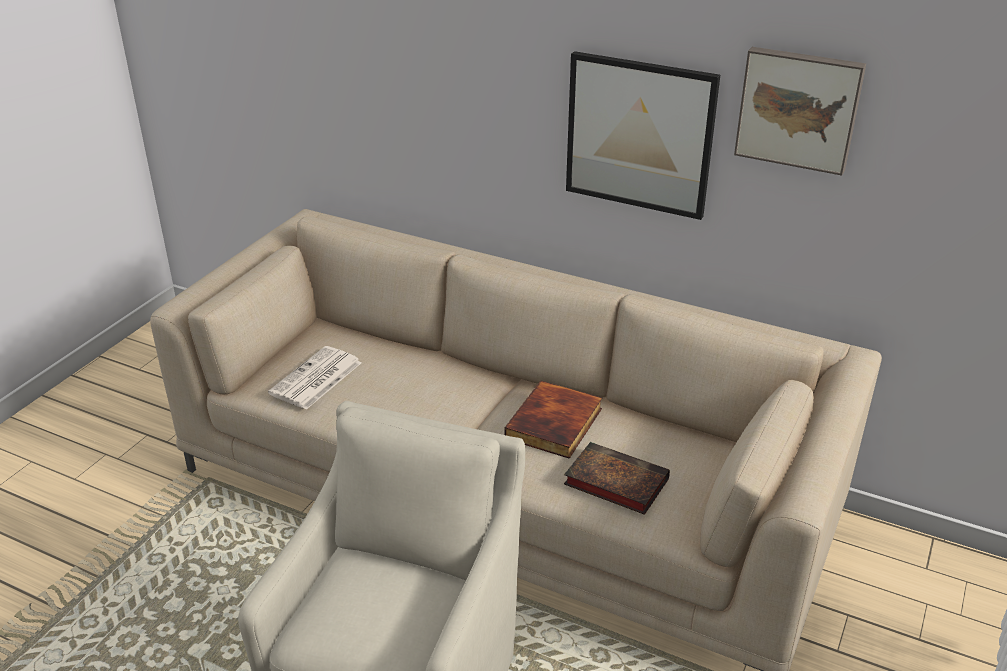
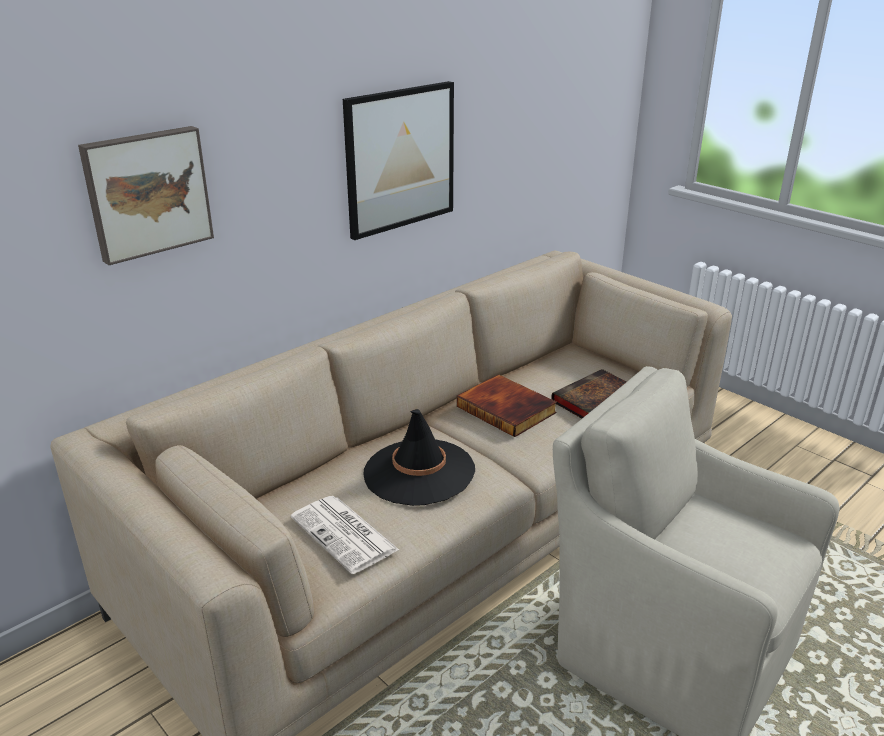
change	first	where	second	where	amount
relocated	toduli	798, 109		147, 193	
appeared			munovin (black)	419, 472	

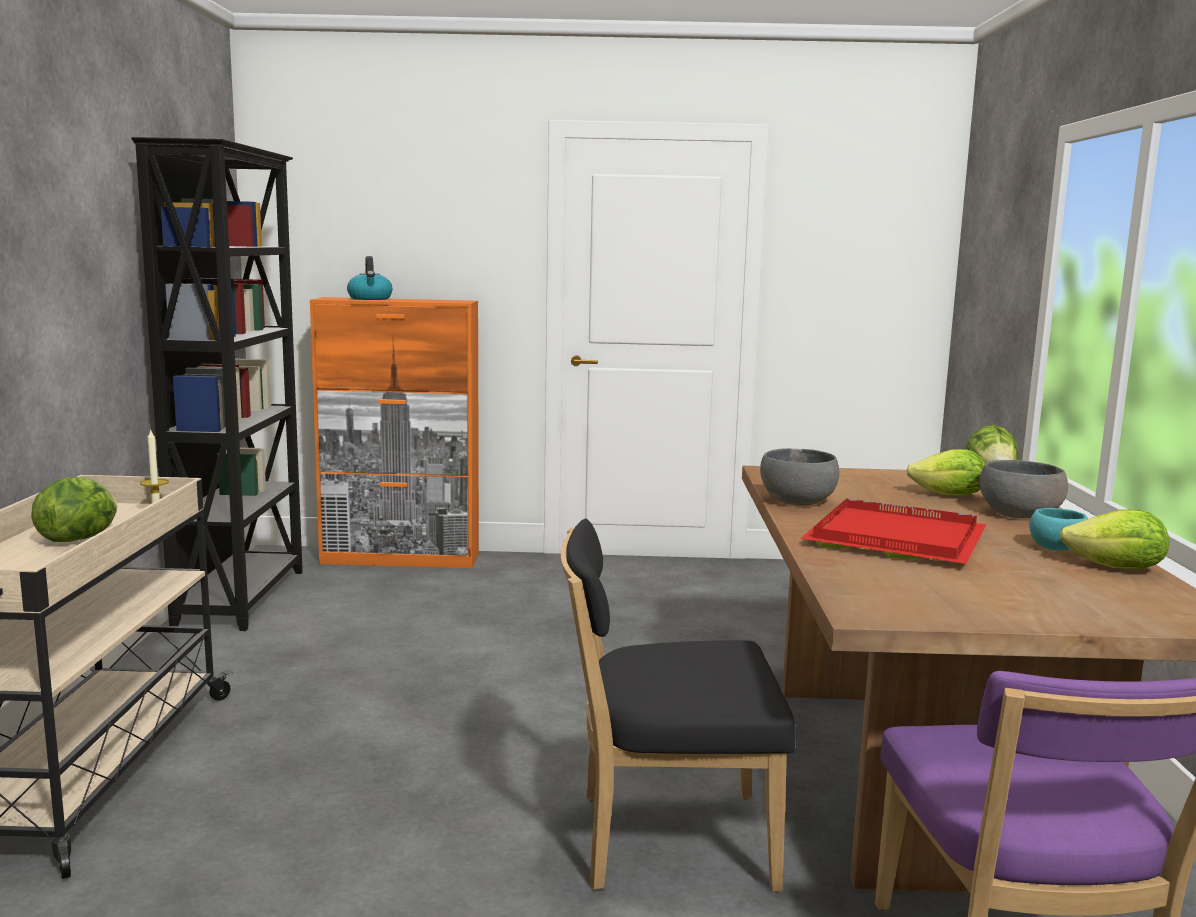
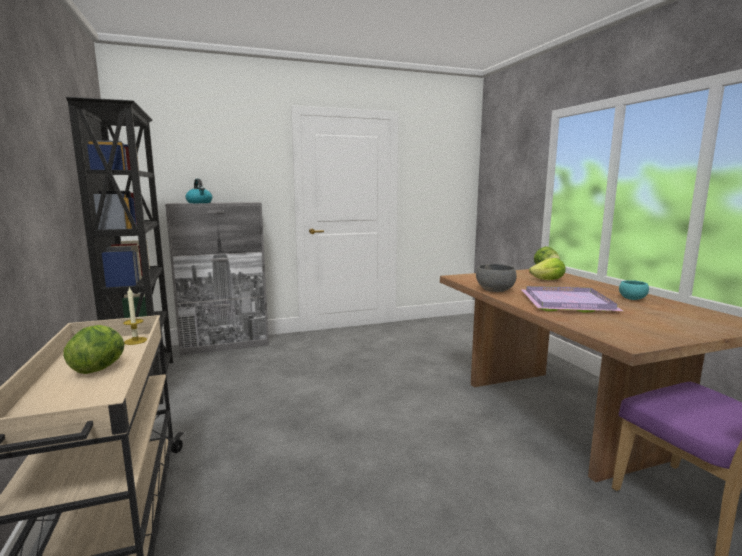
change	first	where	second	where	amount
colour	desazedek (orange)	401, 559	desazedek (grey)	226, 345	
missing	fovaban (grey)	1020, 514			
colour	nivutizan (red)	892, 538	nivutizan (purple)	566, 303	
missing	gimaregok	1116, 569			
missing	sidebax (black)	664, 840			

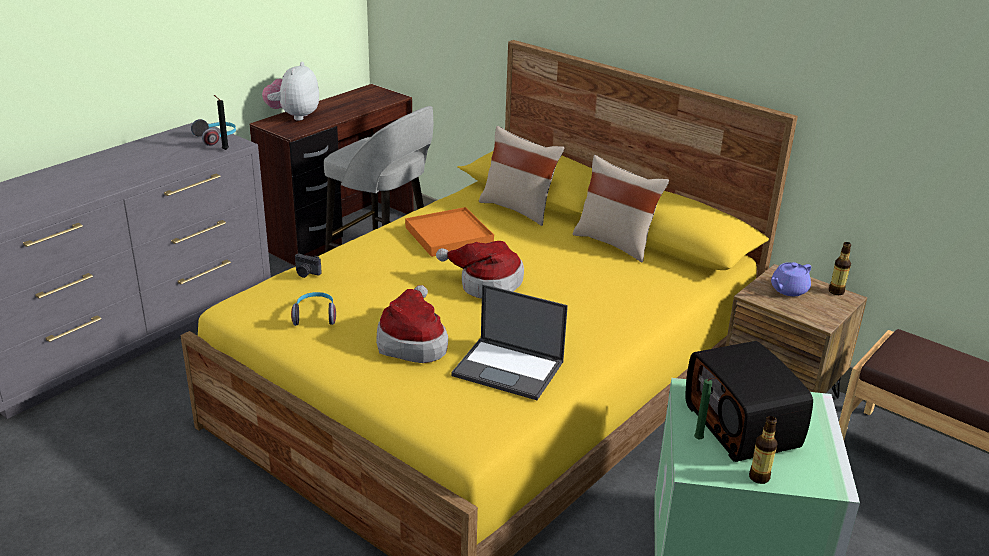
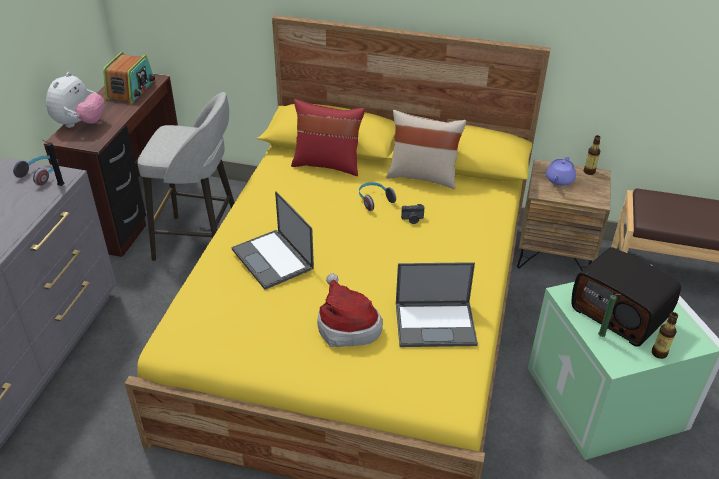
change	first	where	second	where	amount
spun	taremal	294, 116		80, 124	150 degrees counterclockwise
colour	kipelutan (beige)	518, 209	kipelutan (red)	327, 164	
missing	nivutizan (orange)	448, 235			
missing	munovin	486, 284			
relocated	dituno	306, 273		412, 219	
relocated	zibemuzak	315, 316		374, 200	
appeared			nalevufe	131, 90	
appeared			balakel	273, 259	

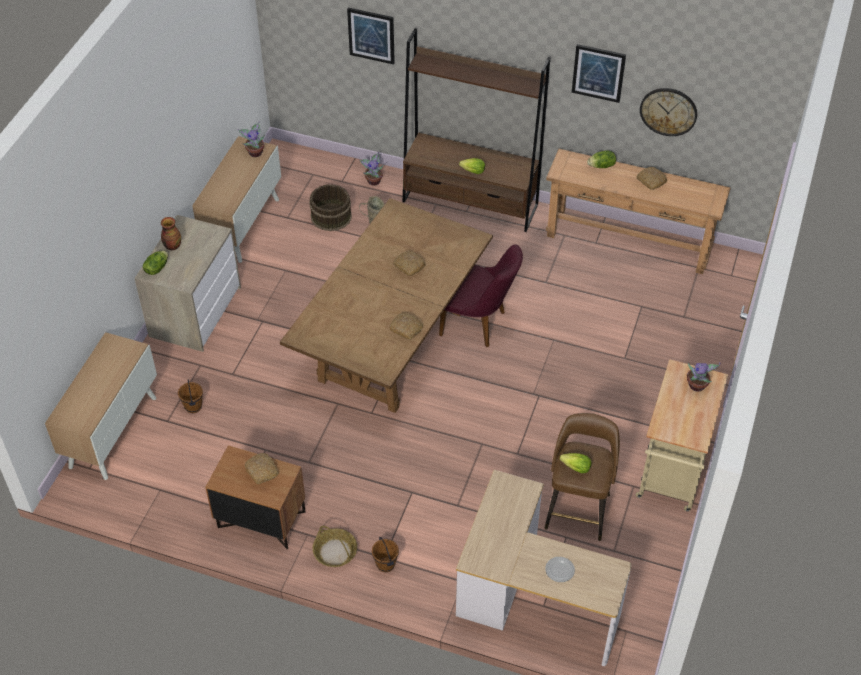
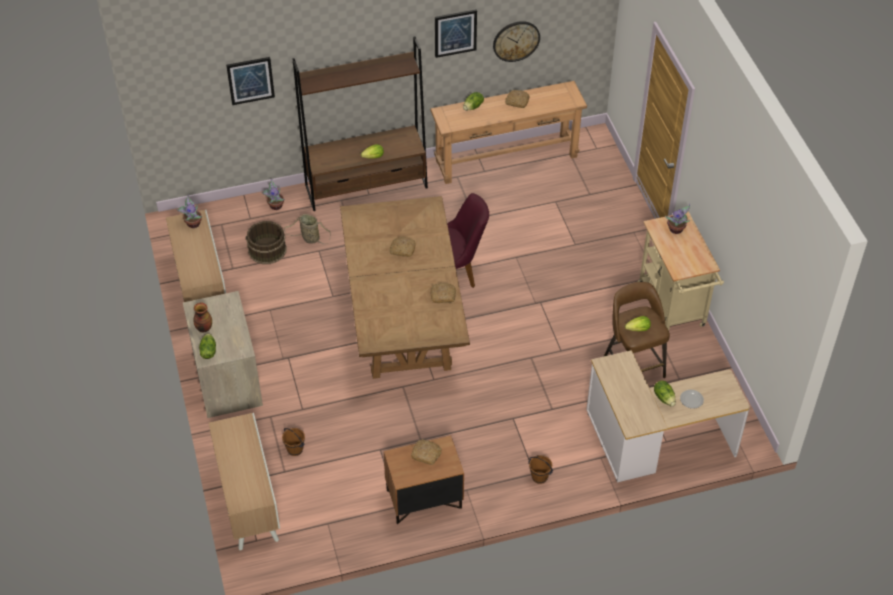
change	first	where	second	where	amount
missing	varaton	335, 552			
appeared			gimaregok	664, 398	

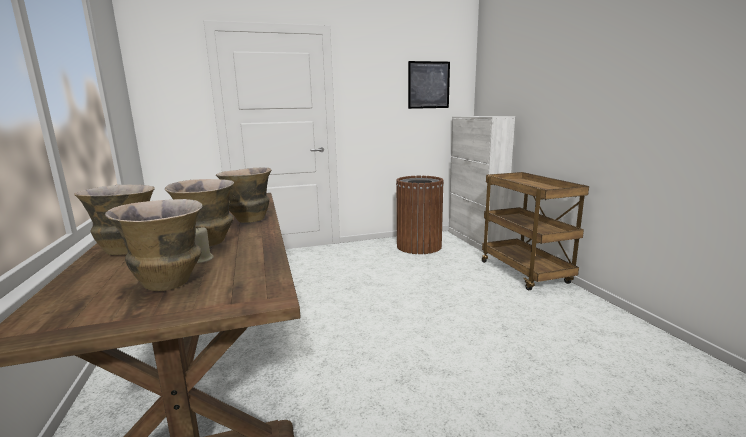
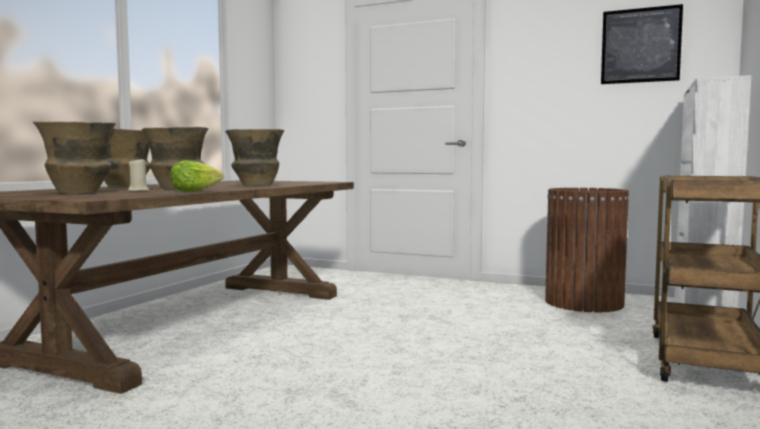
change	first	where	second	where	amount
appeared			gimaregok	195, 191	

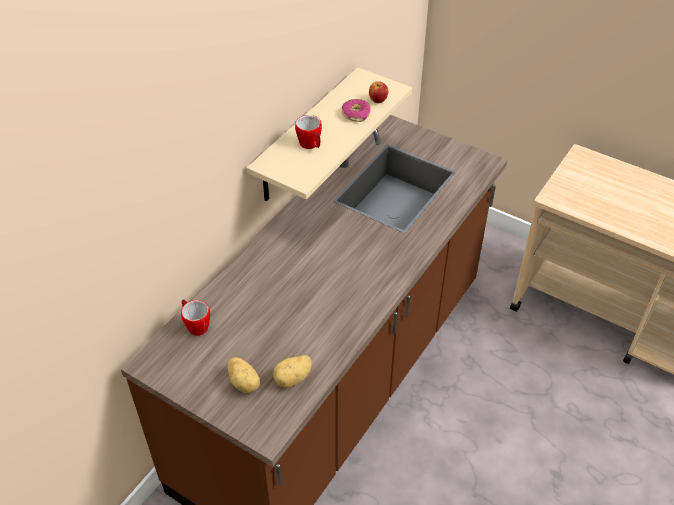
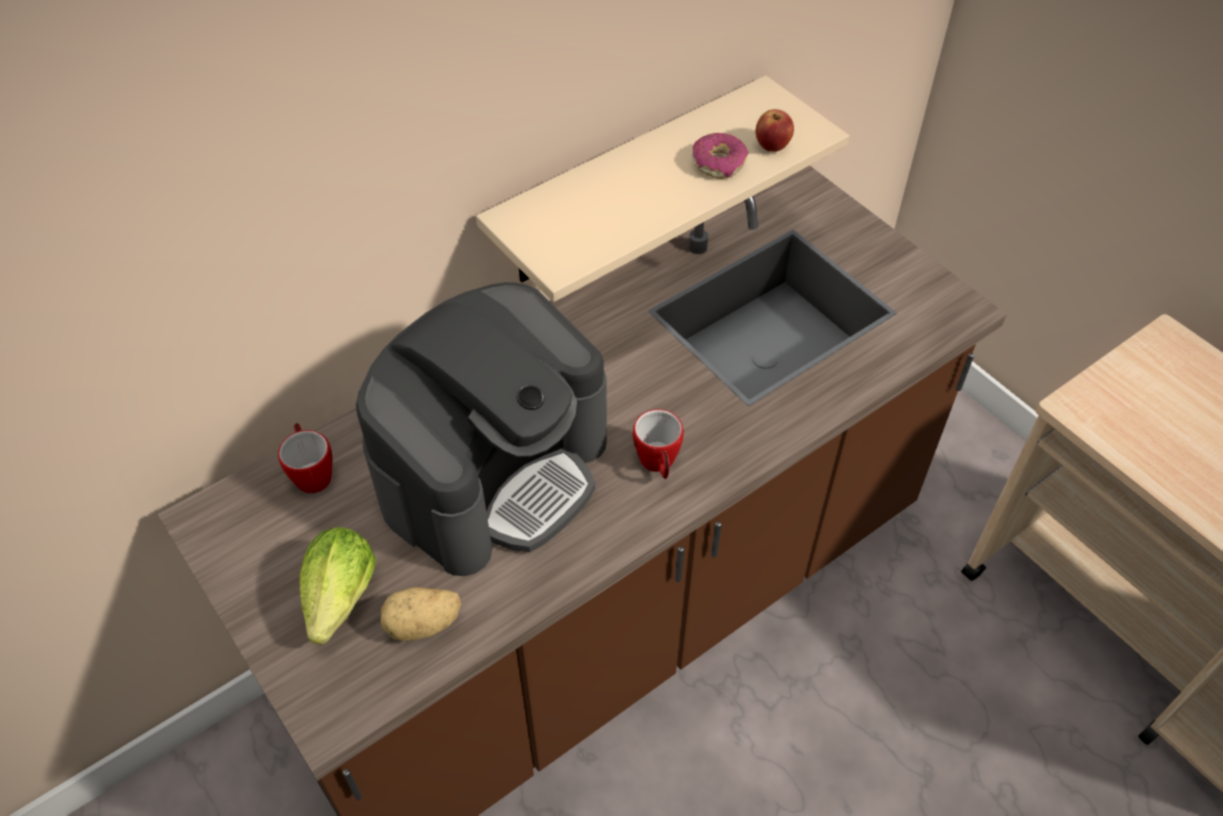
change	first	where	second	where	amount
relocated	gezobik	311, 145		658, 464	
exchanged	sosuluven	244, 382	gimaregok	339, 604	
appeared			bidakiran	494, 471	

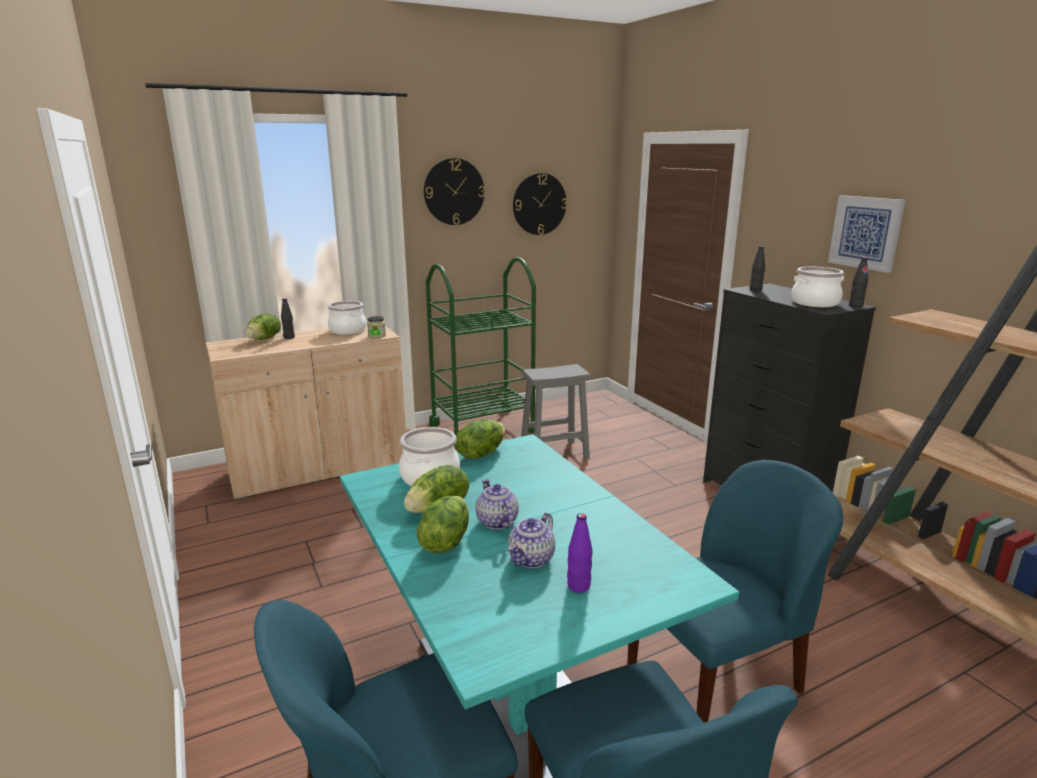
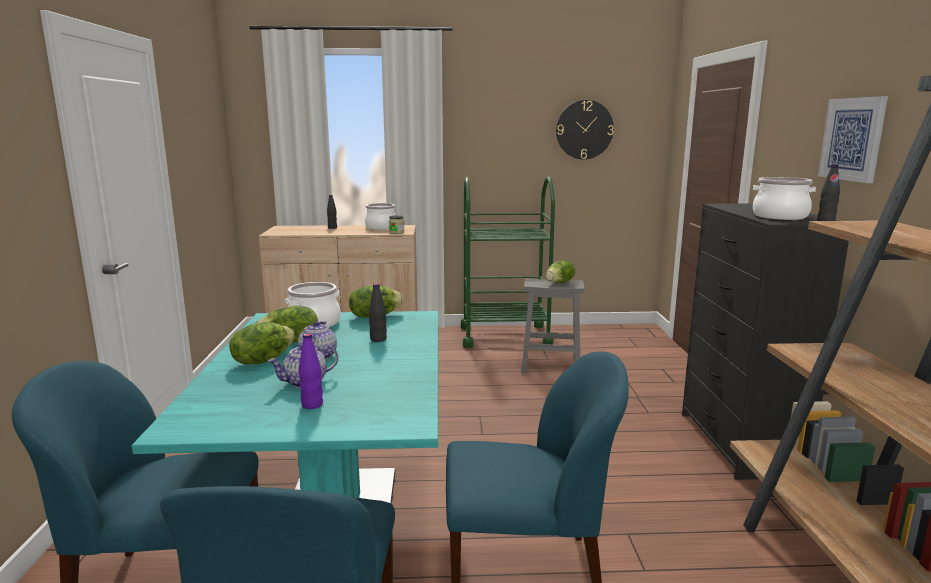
change	first	where	second	where	amount
missing	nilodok	454, 192			
relocated	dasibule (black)	755, 290		378, 339	
relocated	gimaregok	265, 339		560, 283	

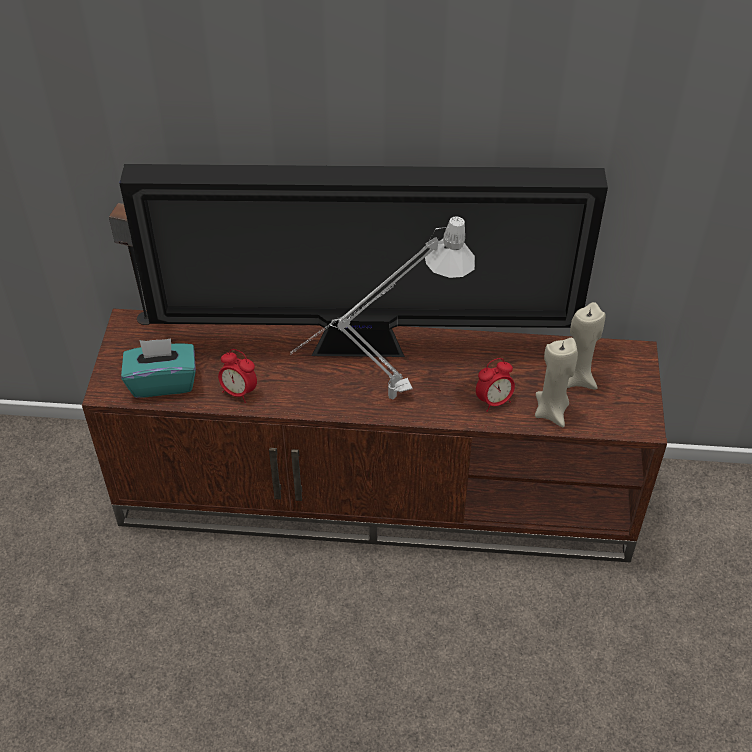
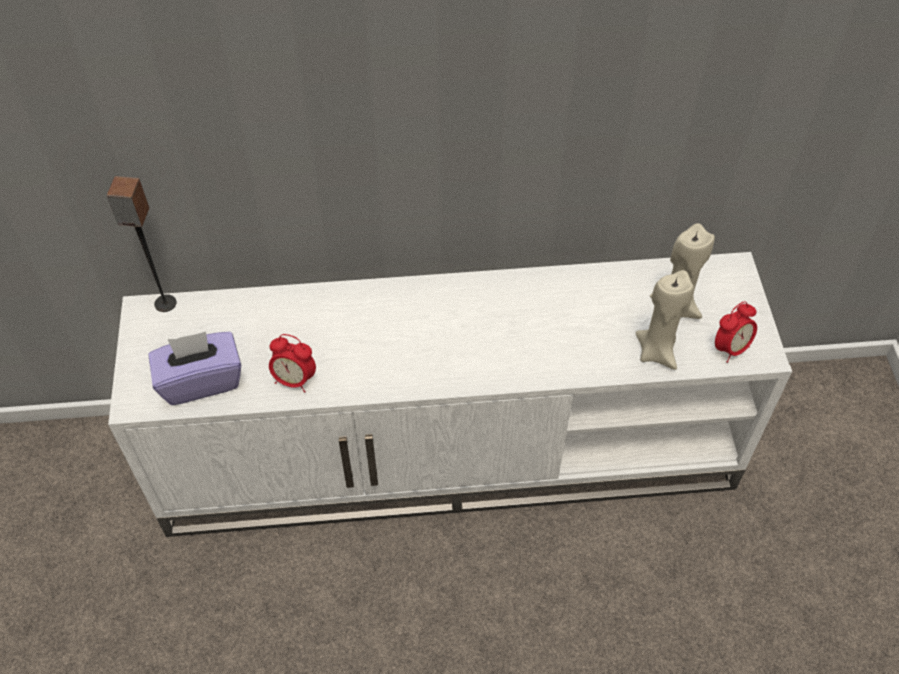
change	first	where	second	where	amount
missing	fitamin	365, 346			
missing	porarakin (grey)	381, 401			
colour	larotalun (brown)	379, 492	larotalun (white)	452, 451	
colour	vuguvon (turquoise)	162, 382	vuguvon (purple)	201, 380	
relocated	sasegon	494, 401		730, 348	

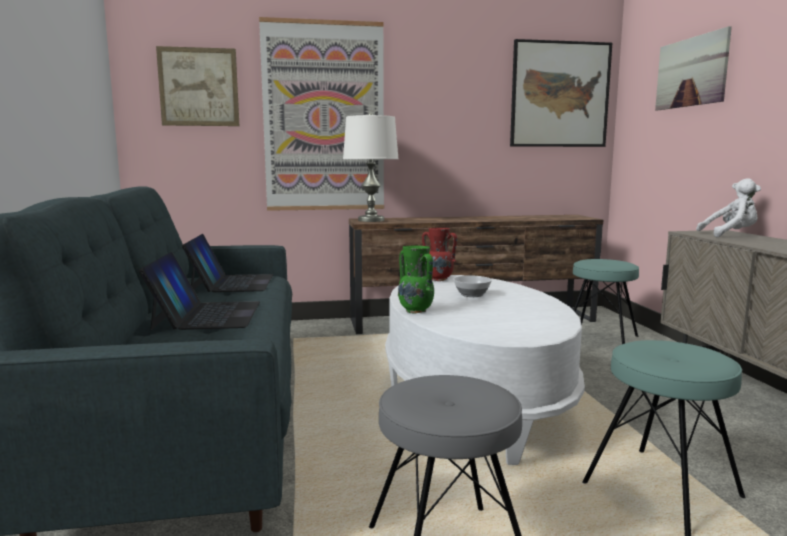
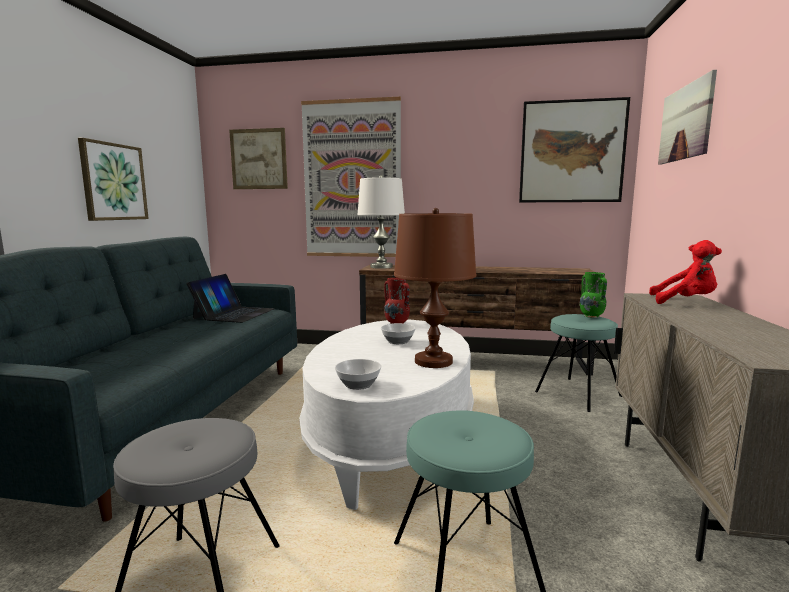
change	first	where	second	where	amount
colour	taremal (white)	730, 235	taremal (red)	685, 302	
relocated	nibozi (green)	415, 311		591, 316	
missing	balakel	207, 315			
appeared			toduli	113, 182	
appeared			porarakin (brown)	433, 361	
appeared			fovaban	358, 384	

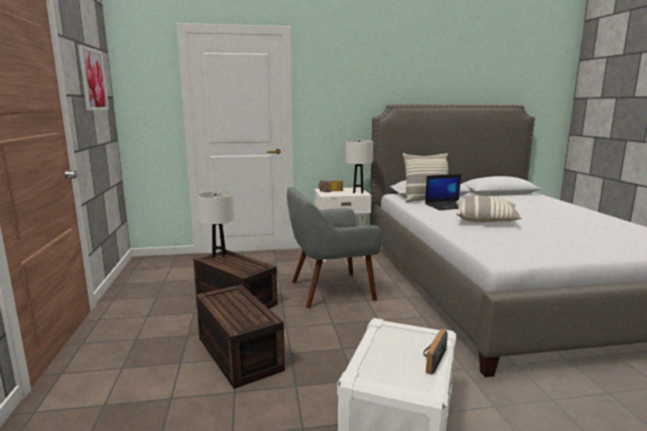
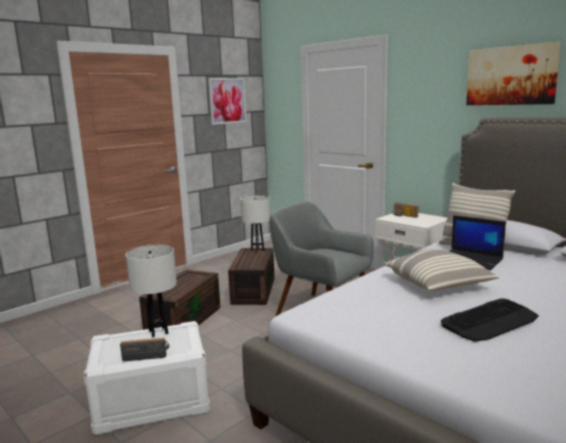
change	first	where	second	where	amount
relocated	porarakin (white)	358, 192		158, 332	
appeared			toduli	511, 75	
appeared			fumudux	490, 321	

